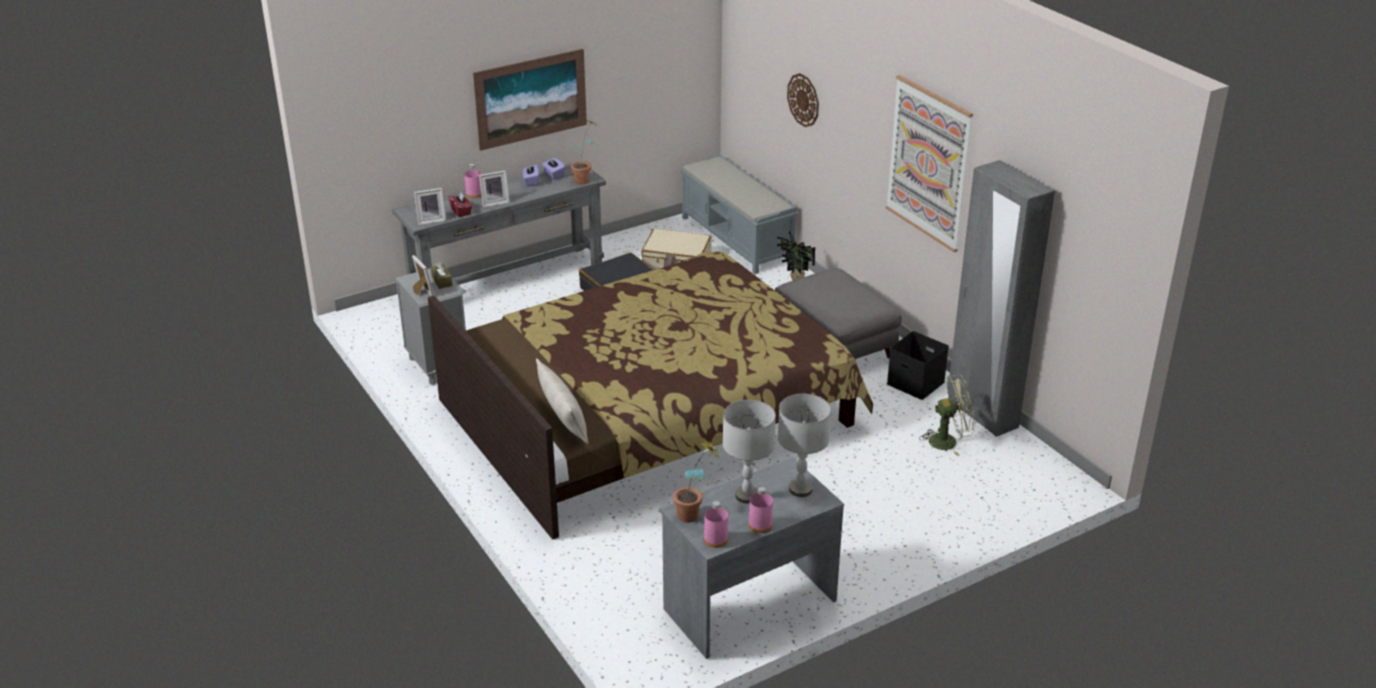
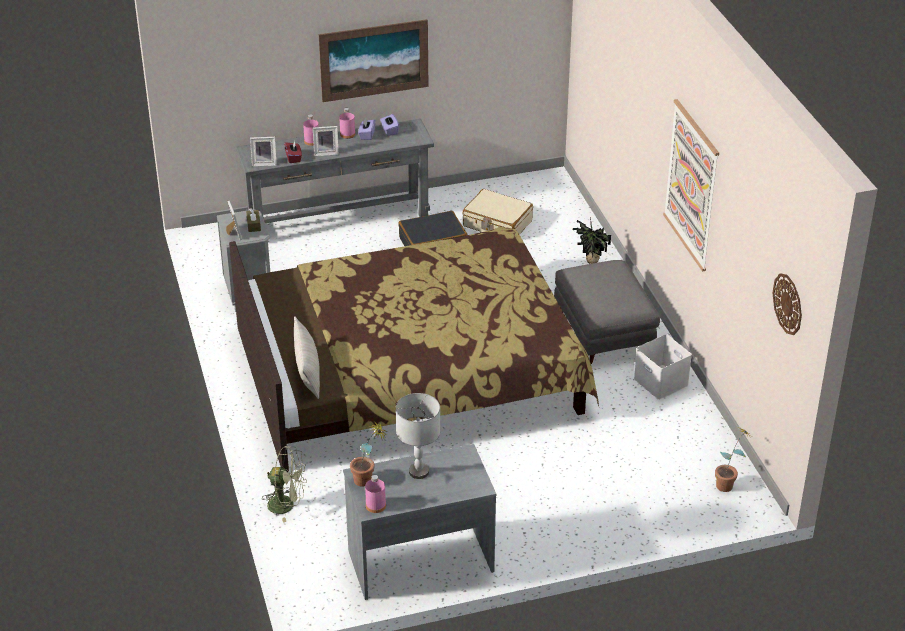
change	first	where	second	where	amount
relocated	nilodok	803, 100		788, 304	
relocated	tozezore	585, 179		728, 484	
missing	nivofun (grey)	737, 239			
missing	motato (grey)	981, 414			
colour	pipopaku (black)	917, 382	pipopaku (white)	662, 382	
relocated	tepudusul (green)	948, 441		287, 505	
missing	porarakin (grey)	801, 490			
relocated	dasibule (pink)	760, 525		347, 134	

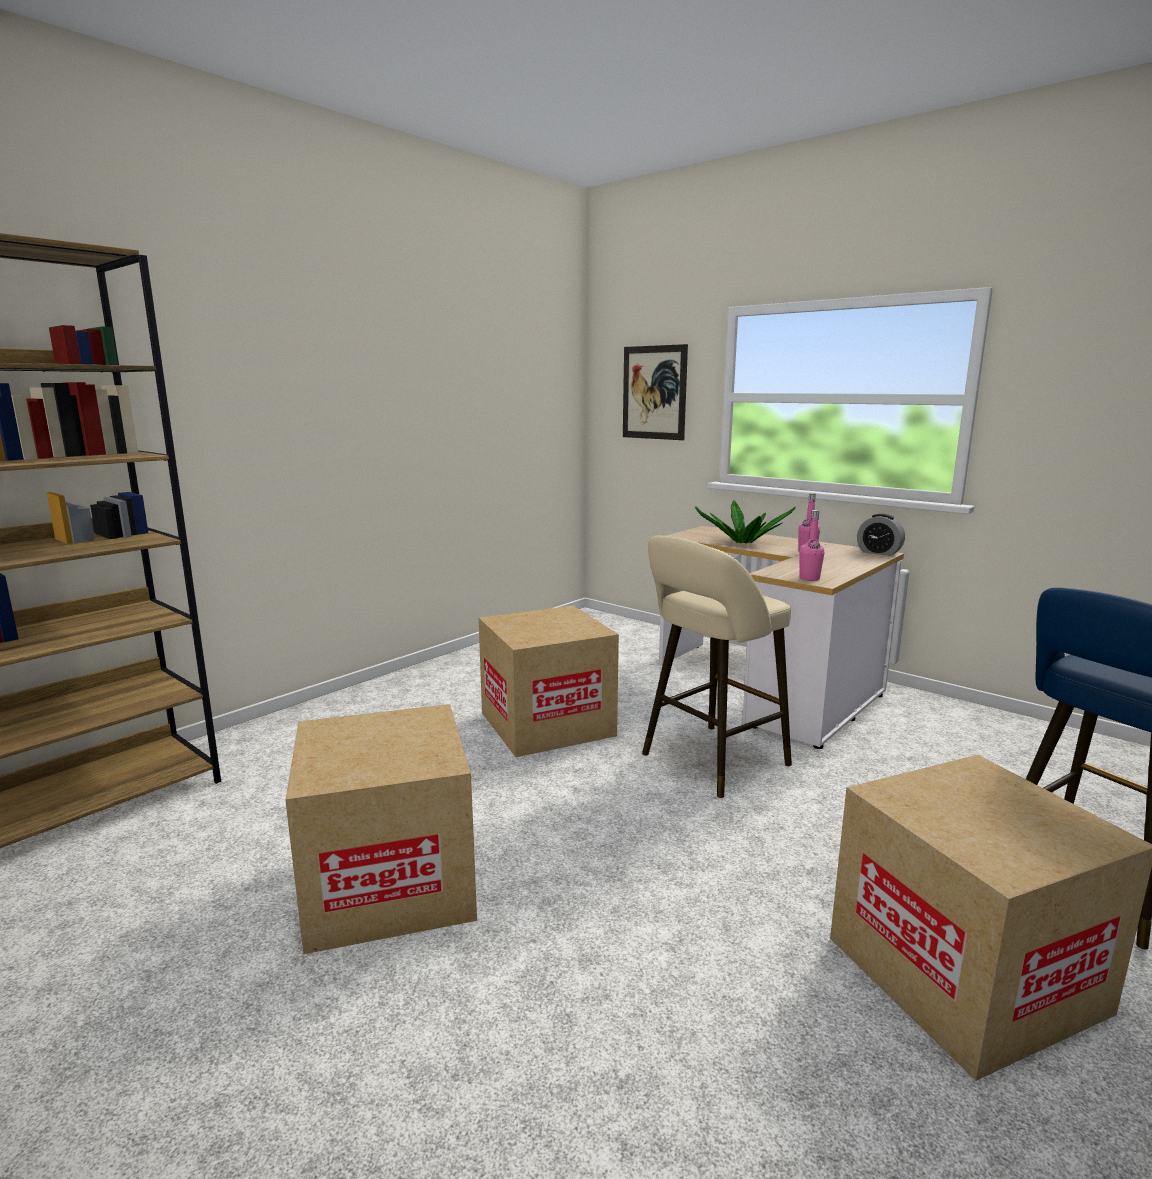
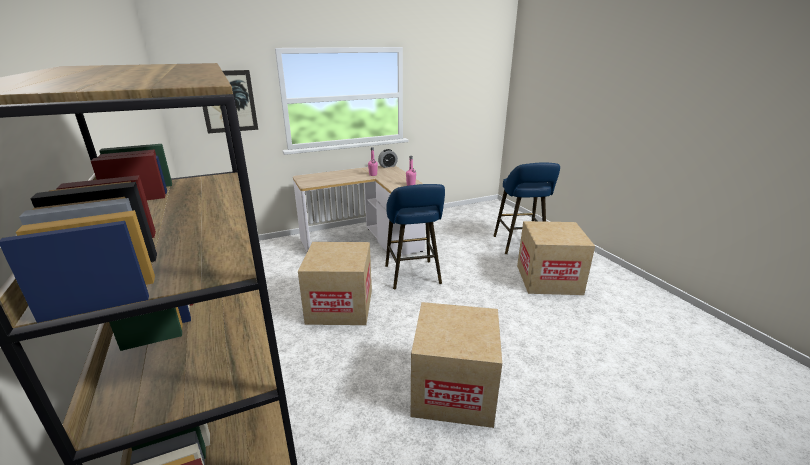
change	first	where	second	where	amount
missing	tozezore	743, 542			
colour	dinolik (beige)	709, 762	dinolik (blue)	413, 276	

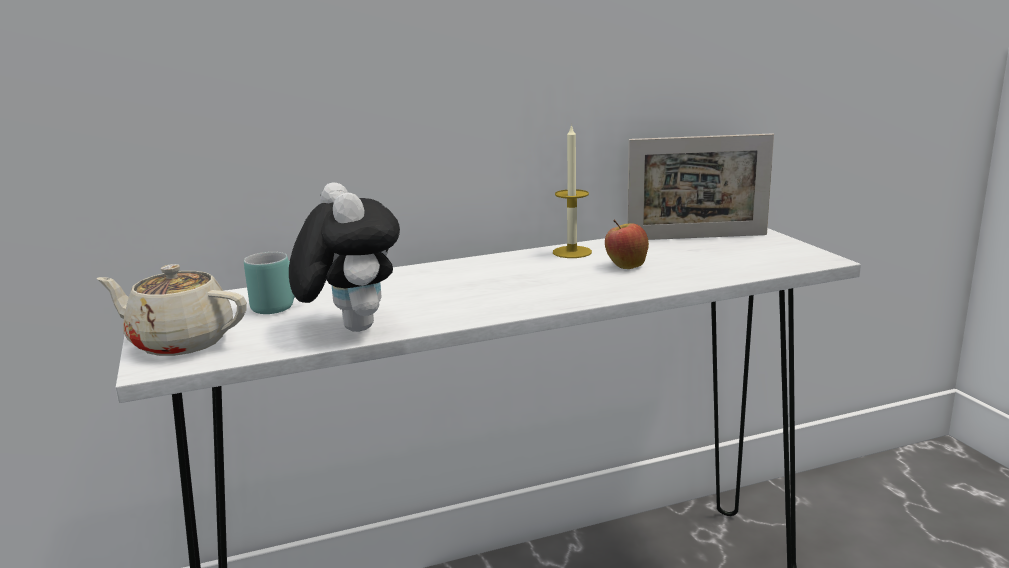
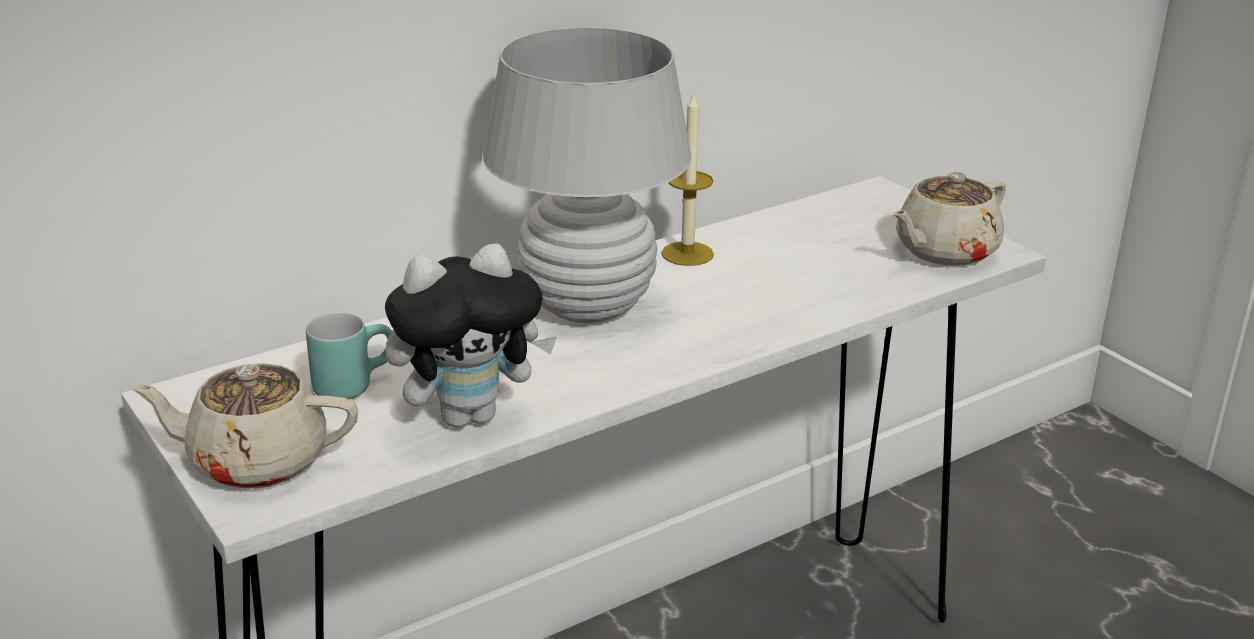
change	first	where	second	where	amount
missing	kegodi	697, 237			
spun	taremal	349, 327		470, 415	105 degrees clockwise
missing	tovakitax	625, 266			
appeared			porarakin (white)	587, 306	
appeared			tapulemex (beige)	944, 251	

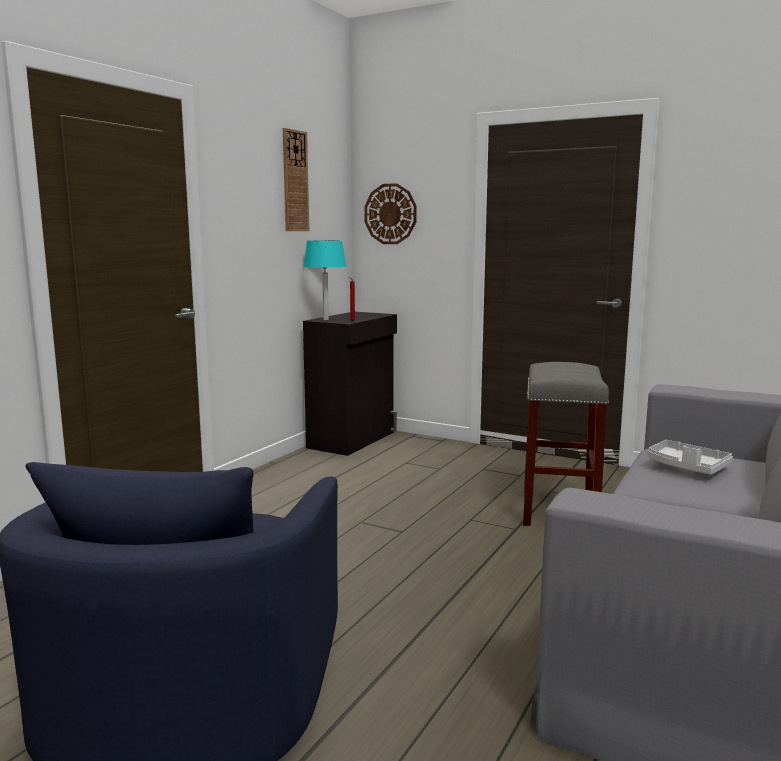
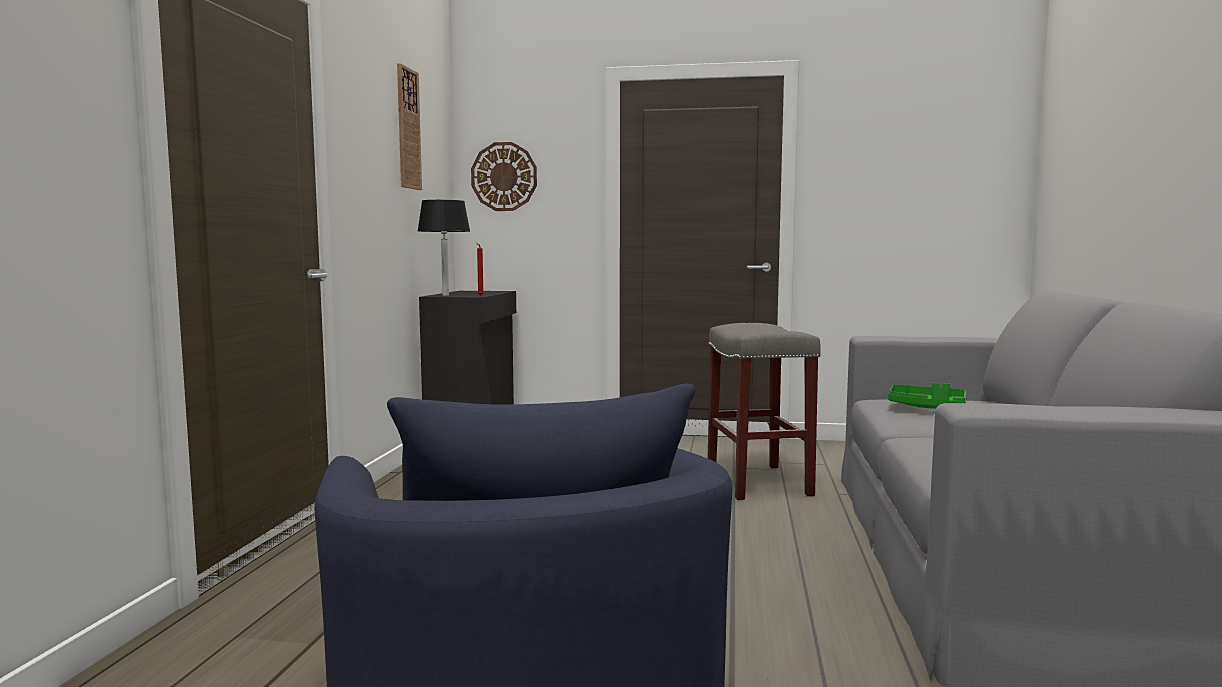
change	first	where	second	where	amount
colour	porarakin (turquoise)	326, 319	porarakin (black)	445, 295	
colour	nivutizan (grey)	686, 467	nivutizan (green)	927, 407	

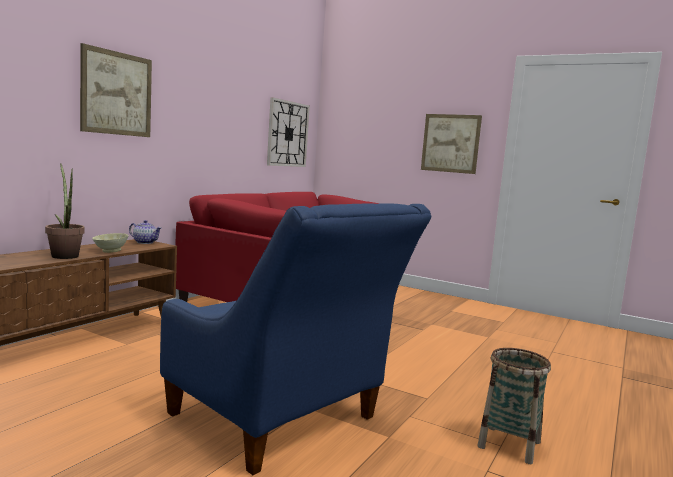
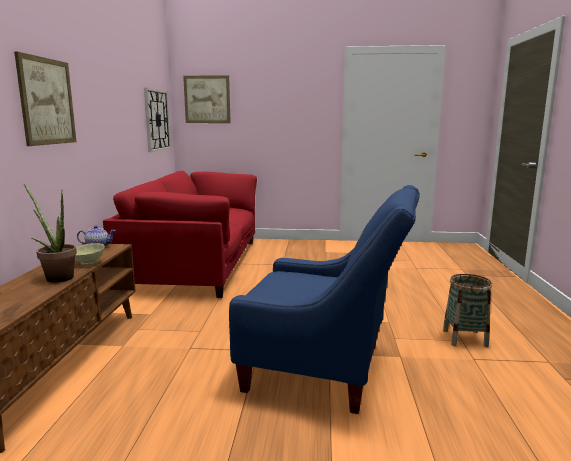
change	first	where	second	where	amount
relocated	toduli	450, 143		207, 99	

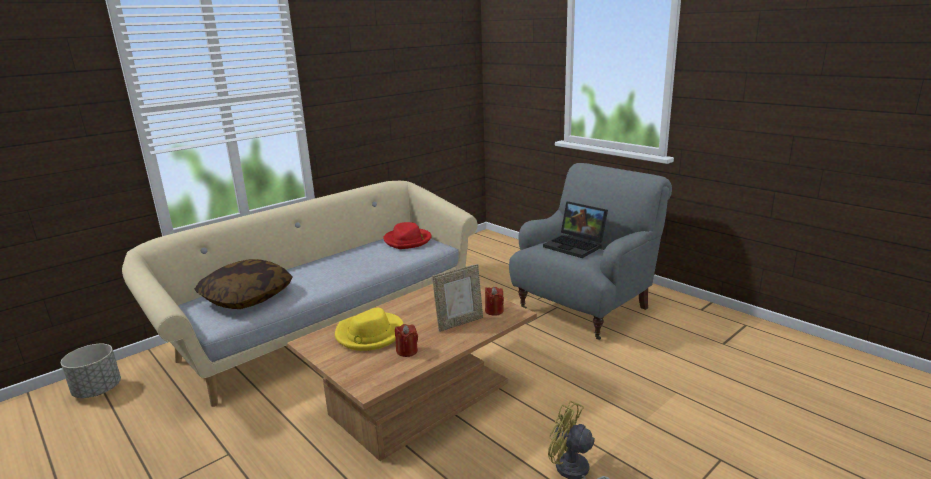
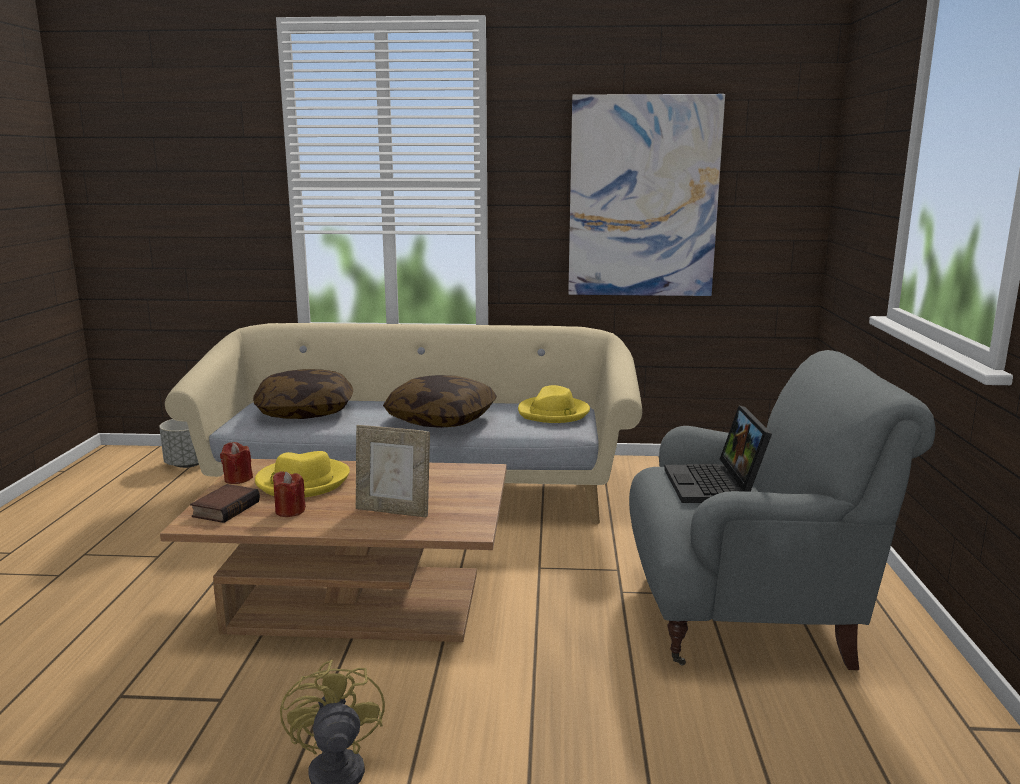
change	first	where	second	where	amount
colour	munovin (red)	408, 240	munovin (yellow)	553, 413	
relocated	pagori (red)	494, 311		238, 479	
appeared			toduli	643, 197	
appeared			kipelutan	441, 419	
appeared			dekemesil	225, 508	

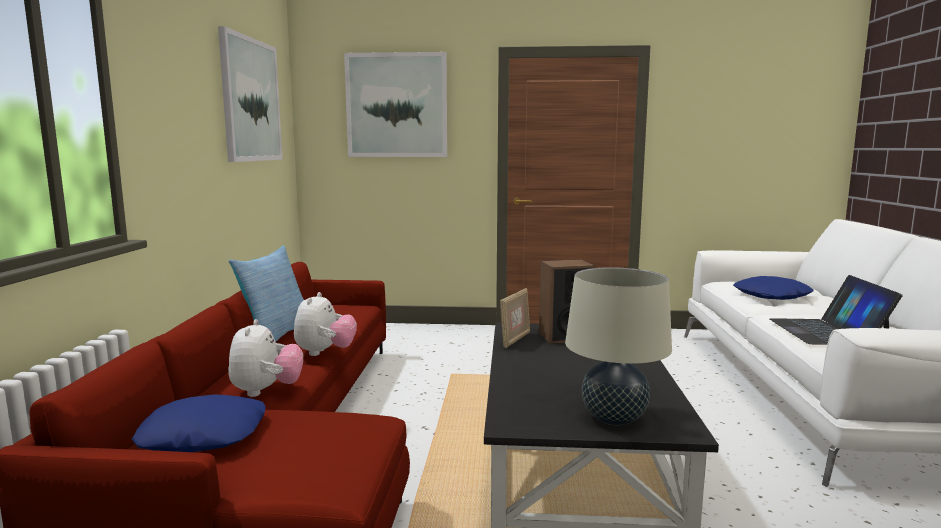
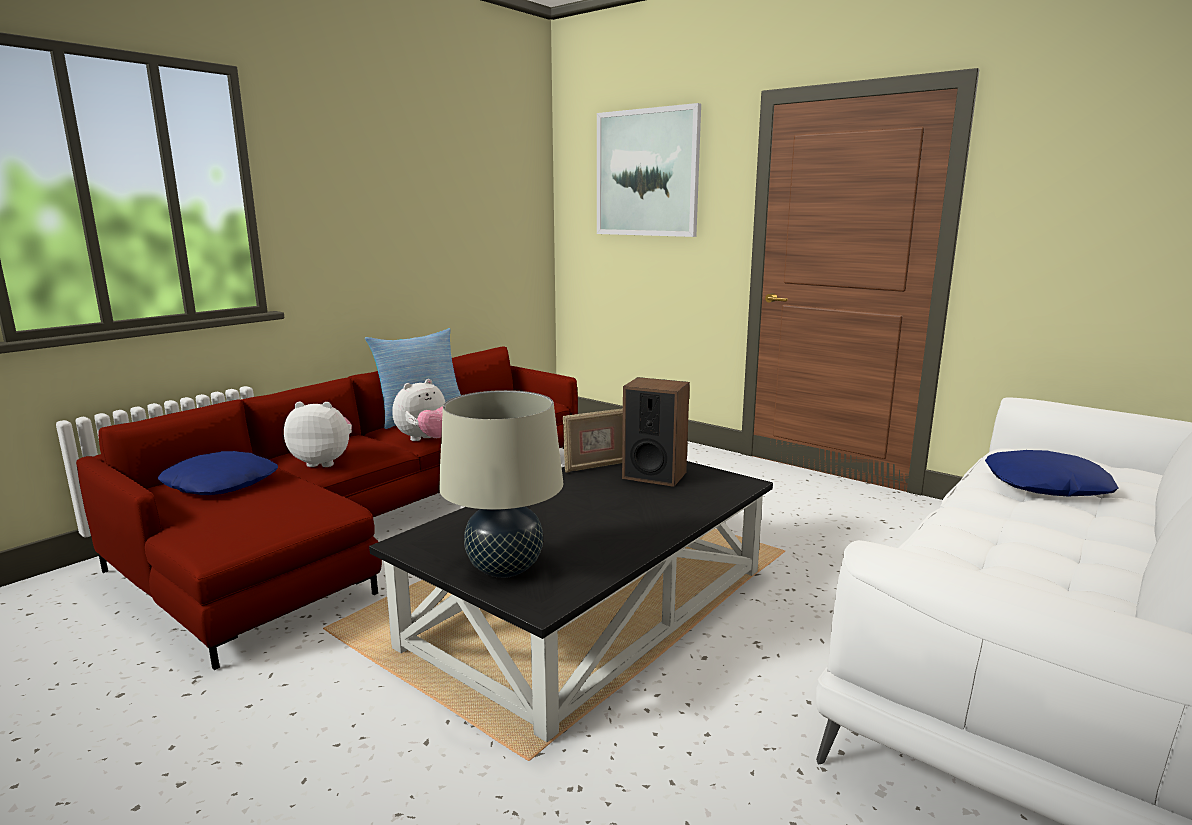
change	first	where	second	where	amount
missing	toduli	251, 100			
missing	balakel	827, 331			
spun	taremal	266, 391		323, 462	120 degrees counterclockwise

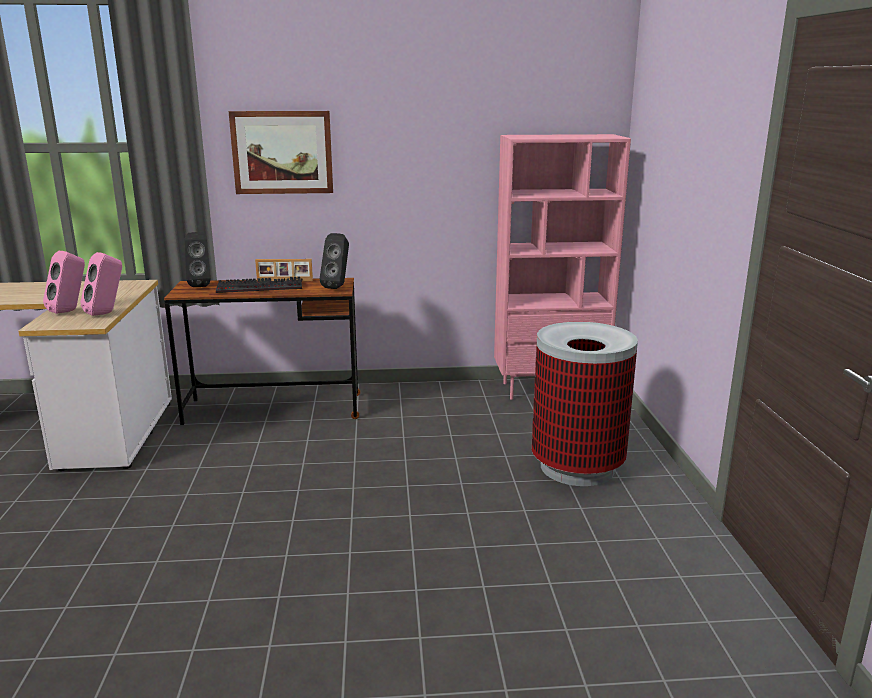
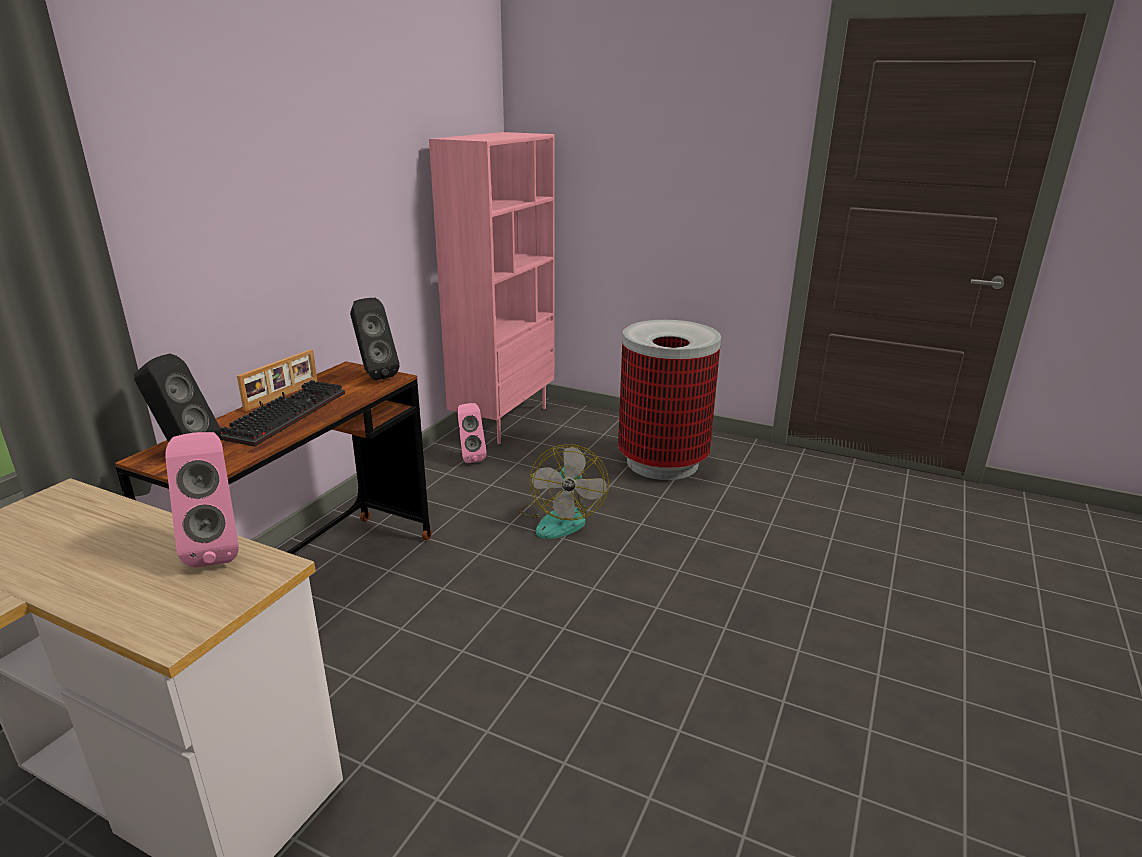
change	first	where	second	where	amount
missing	toduli	282, 152			
relocated	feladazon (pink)	70, 311		470, 457	
appeared			tepudusul	561, 518	

